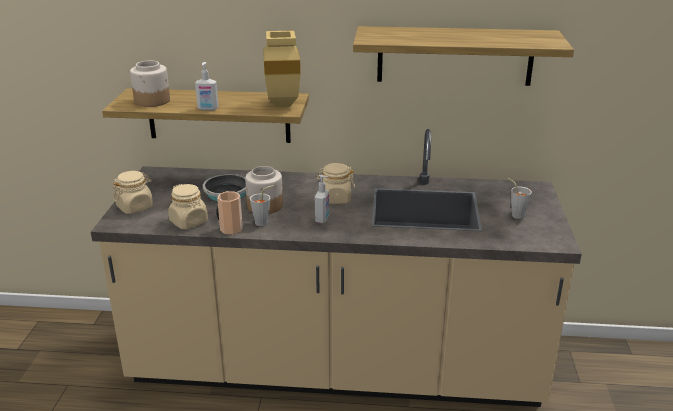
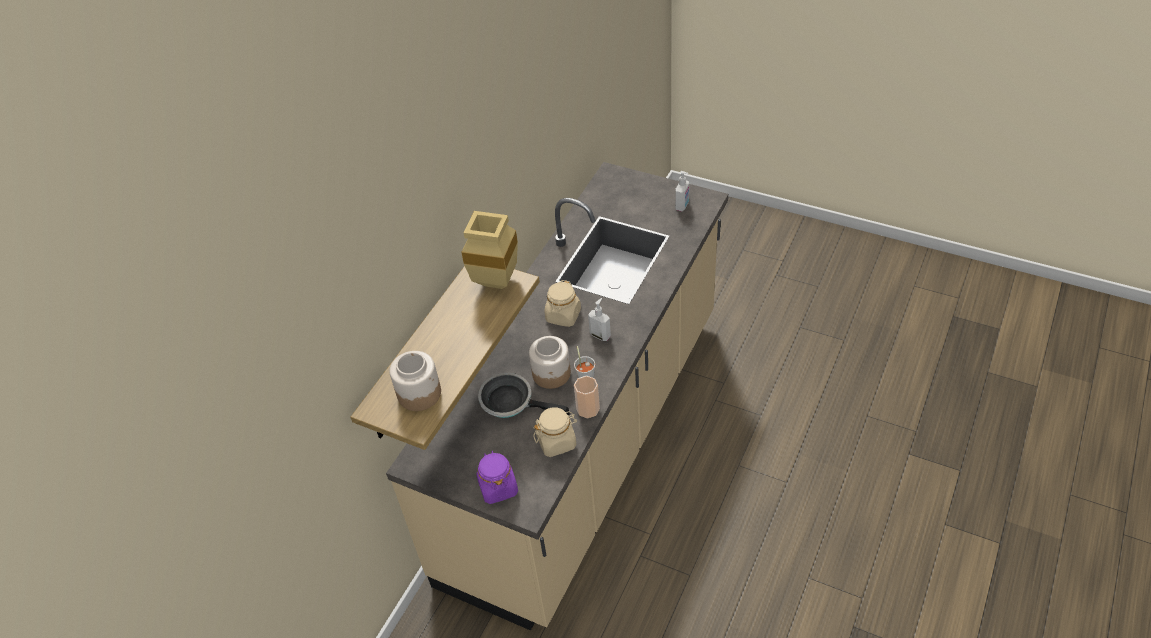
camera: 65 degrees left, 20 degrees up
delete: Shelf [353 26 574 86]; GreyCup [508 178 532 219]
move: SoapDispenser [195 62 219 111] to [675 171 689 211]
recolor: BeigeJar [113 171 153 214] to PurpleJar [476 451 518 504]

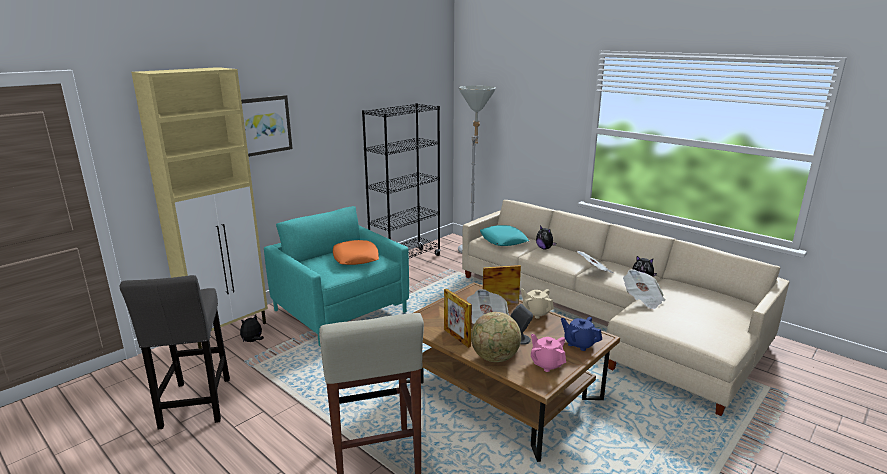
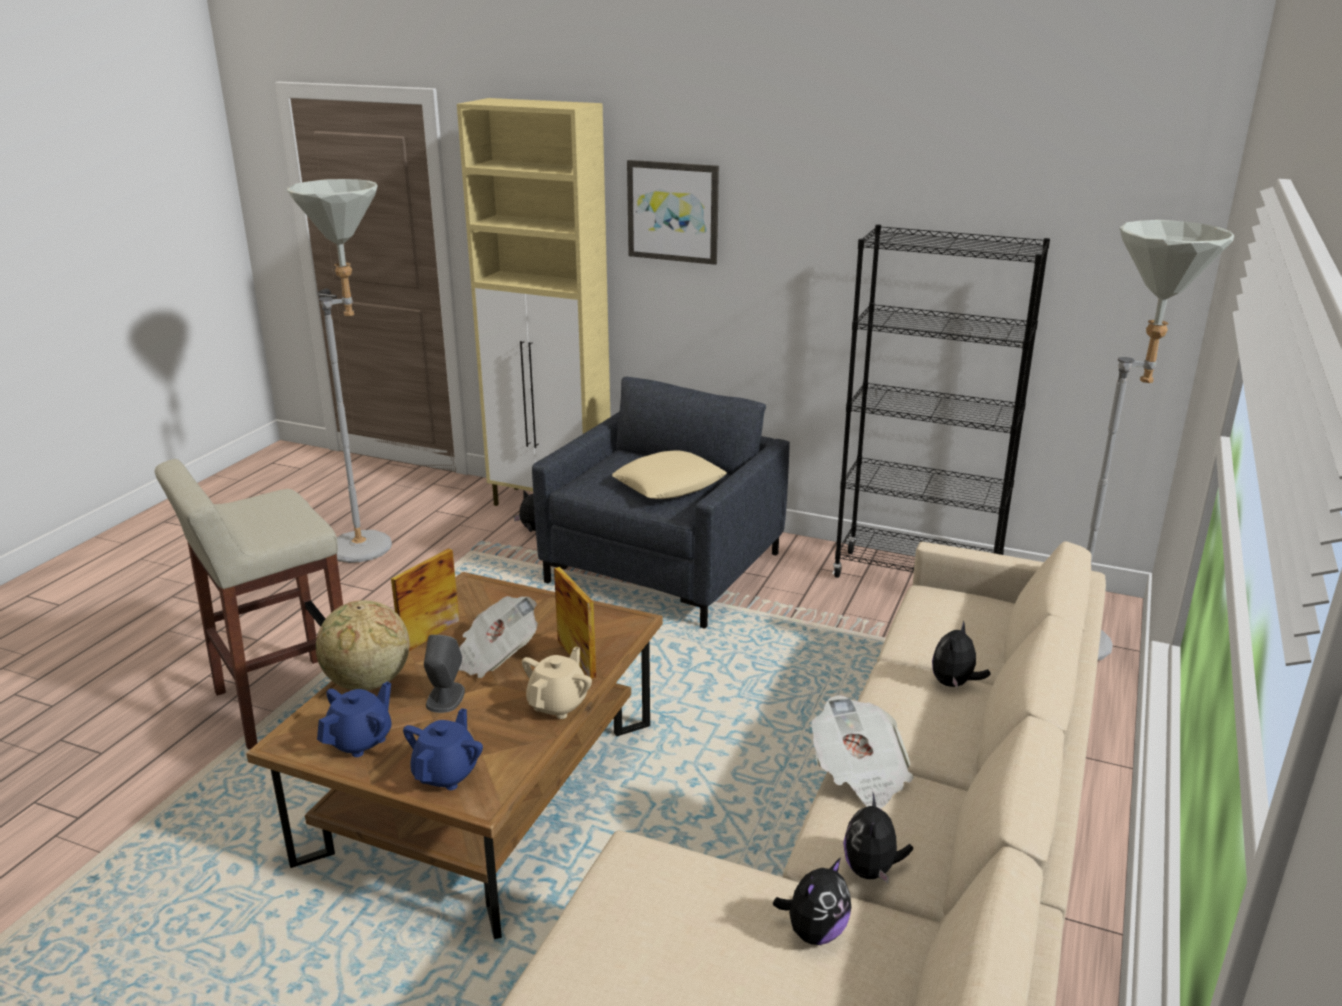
camera: 70 degrees right, 5 degrees up
delete: TurquoisePillow [480 225 529 246]; Newspaper [623 269 665 309]
insert: PlushToy [773 857 851 945]
replace: GreyStool [120 275 230 430] to GreyFloorLamp [287 179 392 563]
recolor: TurquoiseArmchair [264 206 409 346] to GreyArmchair [532 377 790 629]; OrangePillow [333 240 379 265] to BeigePillow [612 450 727 499]; PinkTeapot [531 334 566 372] to BlueTeapot [317 682 392 757]

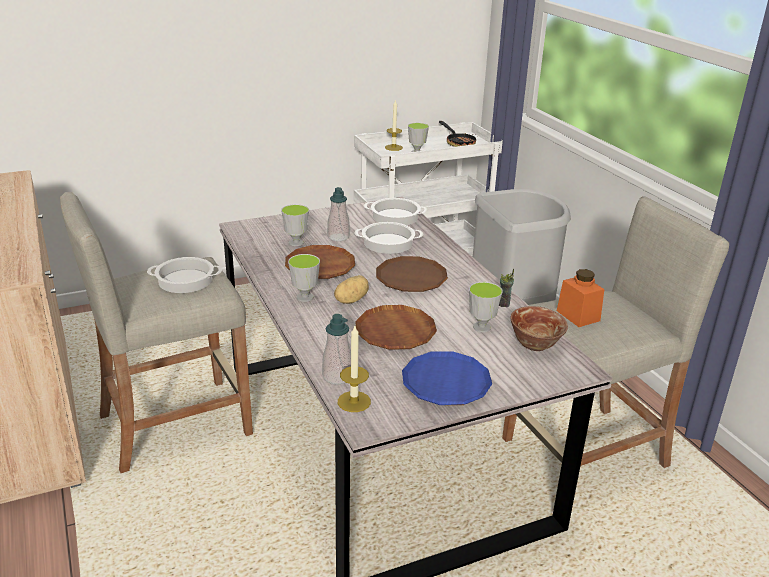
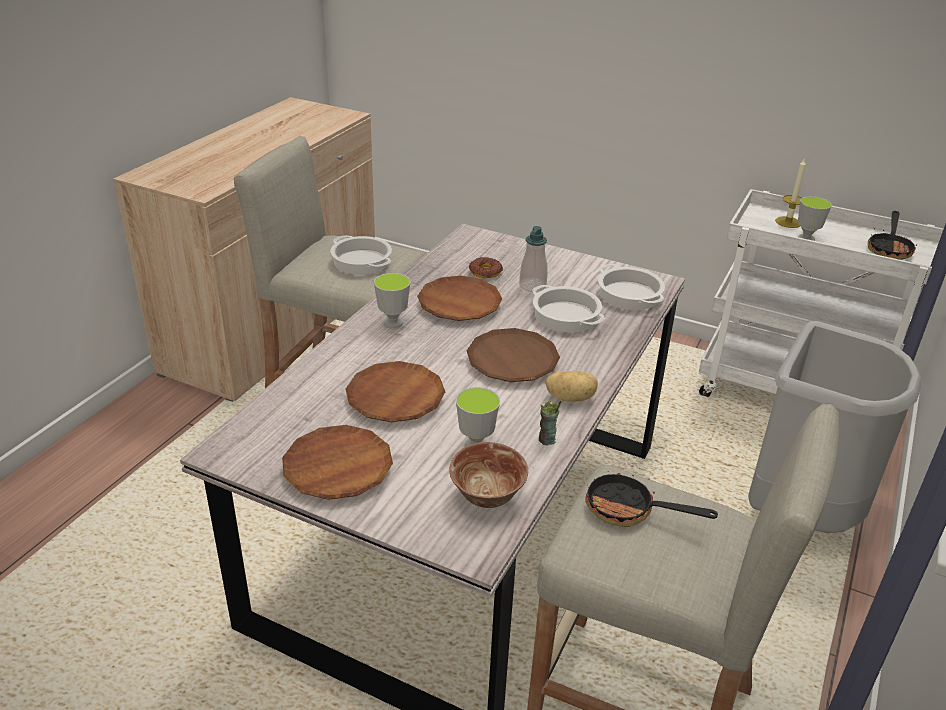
camera: 50 degrees right, 5 degrees up
delete: SoapDispenser [322 314 351 385]; Candle [338 326 371 412]
move: Potato [334 275 369 304] to [546 371 598 402]
replace: Cup [281 204 309 246] to Donut [469 257 503 278]; OrangeJar [557 269 604 327] to FryingPan [585 468 718 527]
recolor: BluePlate [402 351 492 405] to BrownPlate [282 425 393 500]

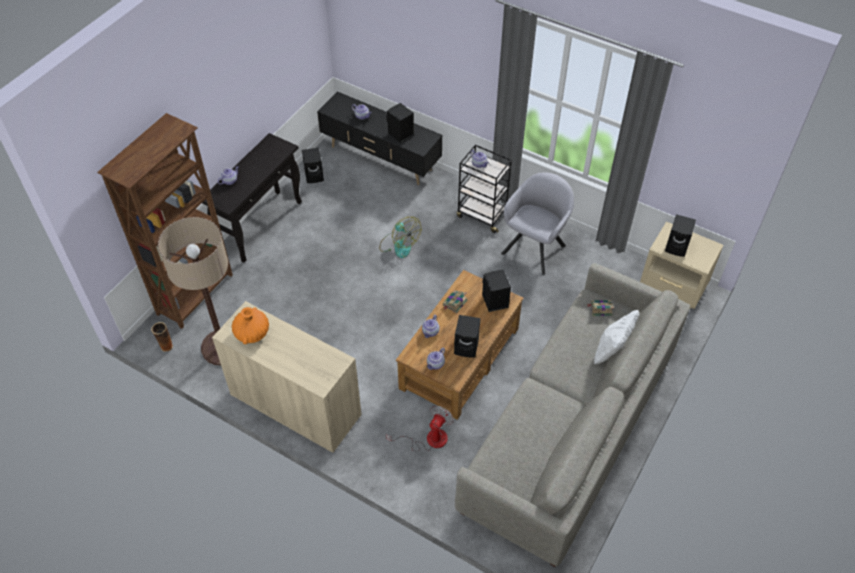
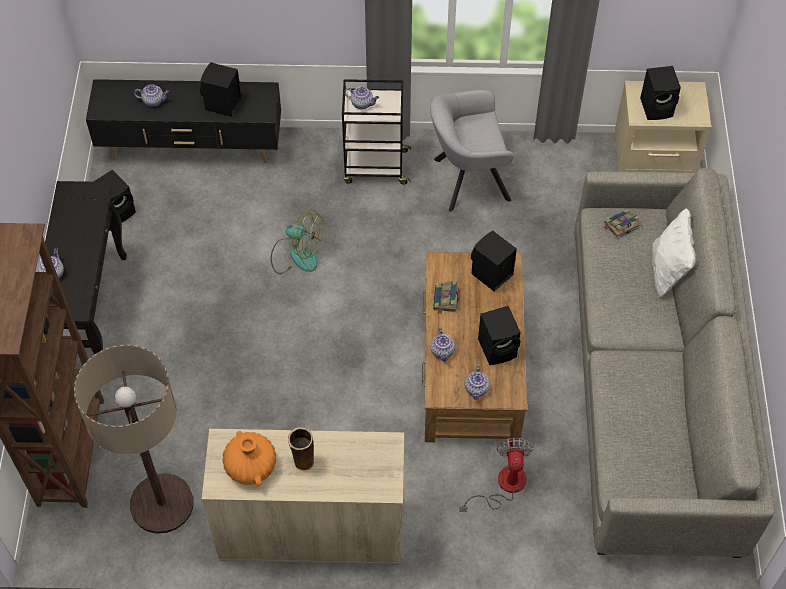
camera: 30 degrees left, 5 degrees up
move: Vase [151 322 173 352] to [288 427 314 471]
rotate: GreyArmchair [501 172 574 275] = [430 90 514 212] 105 degrees counterclockwise

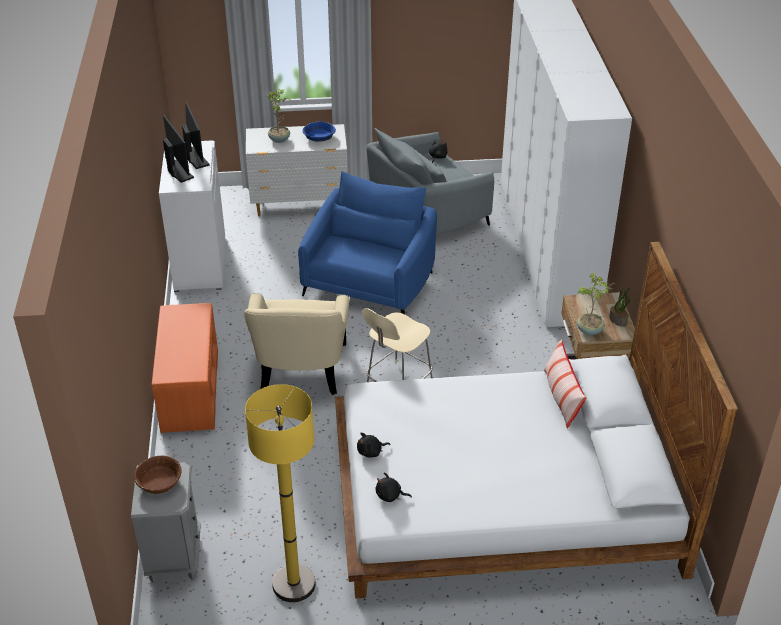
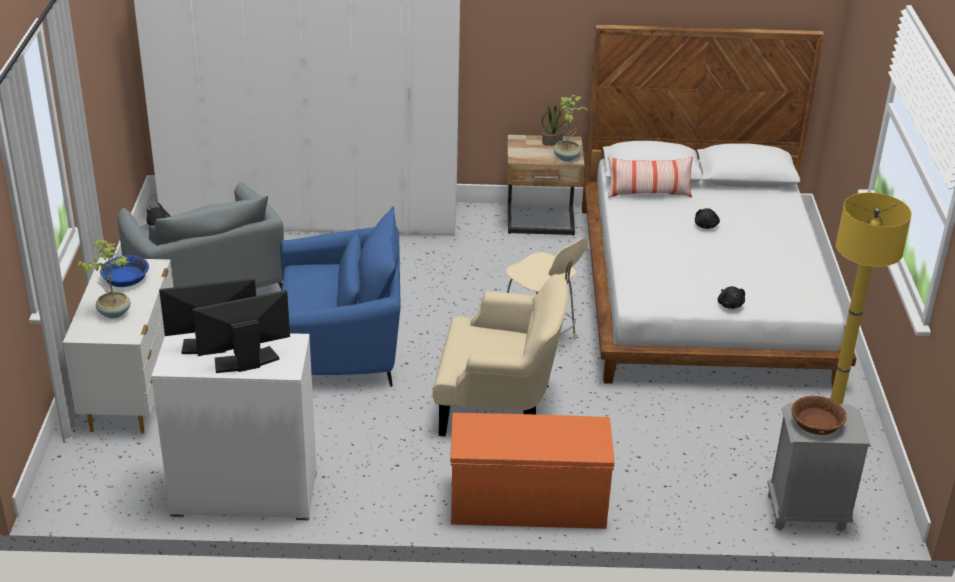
camera: 85 degrees left, 5 degrees down
move: BlackPlushToy [376 473 412 502] to [695 208 720 229]
rotate: BlueArmchair [298 171 437 314] = [280 207 401 387] 150 degrees clockwise

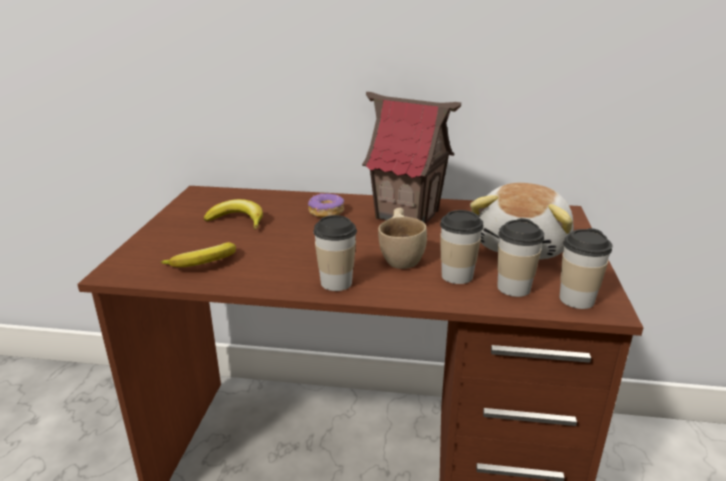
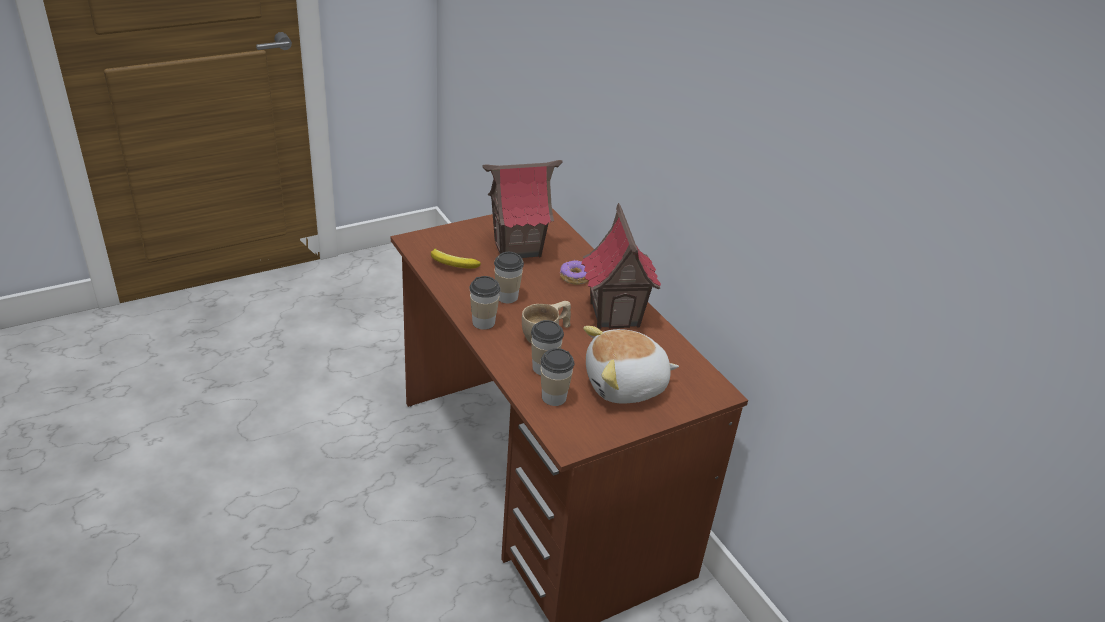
camera: 50 degrees right, 10 degrees up
move: Cup [559 228 612 309] to [494 252 524 303]
replace: Banana [204 199 263 229] to ToyHouse [482 160 562 258]

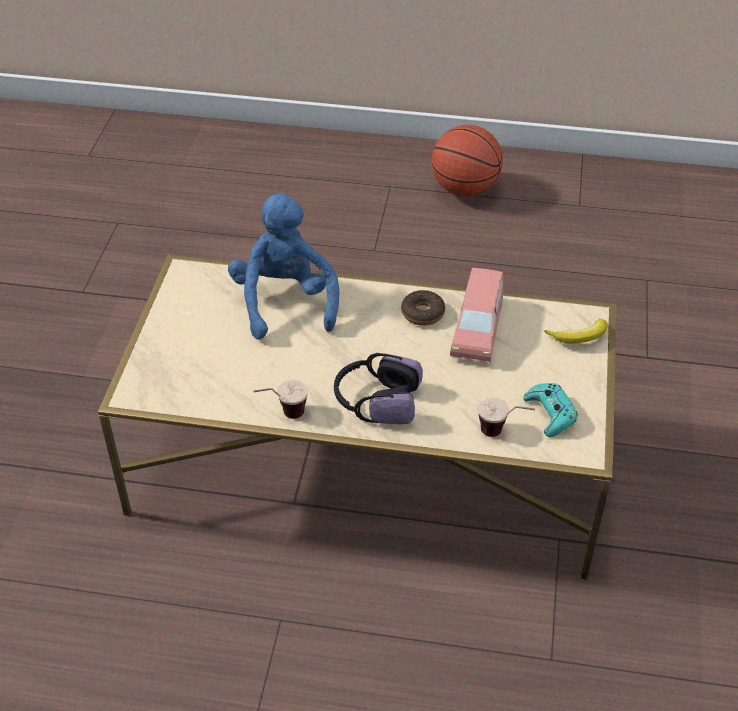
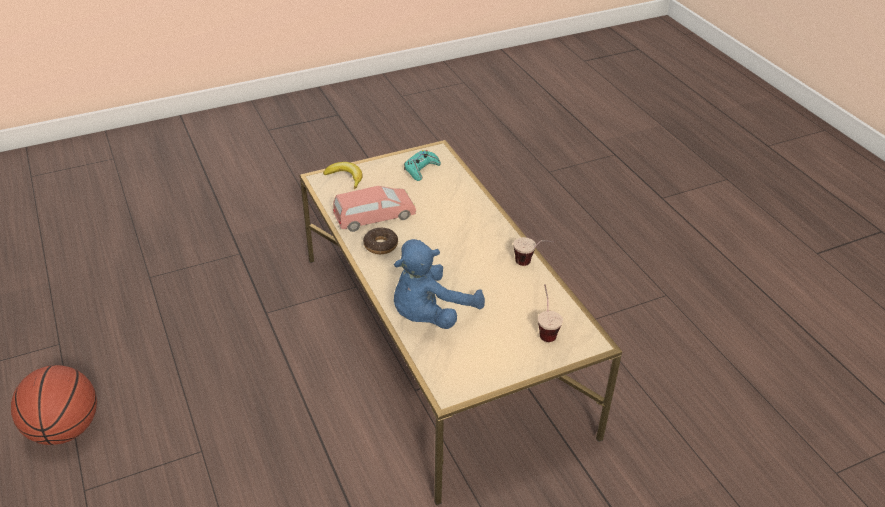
camera: 125 degrees left, 5 degrees down
delete: Headphones [334 353 423 424]
move: Cup [478 398 535 437] to [538 284 563 342]

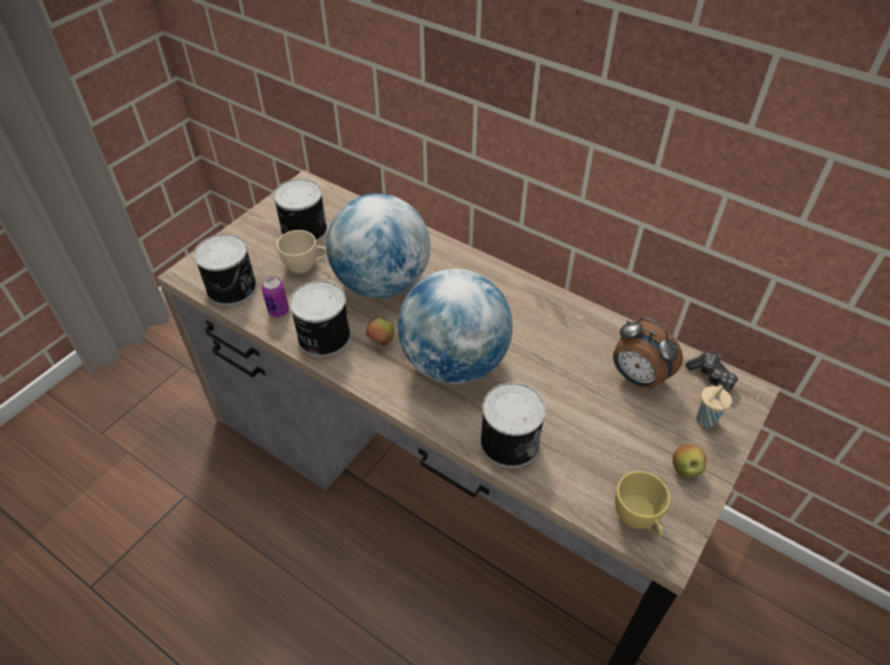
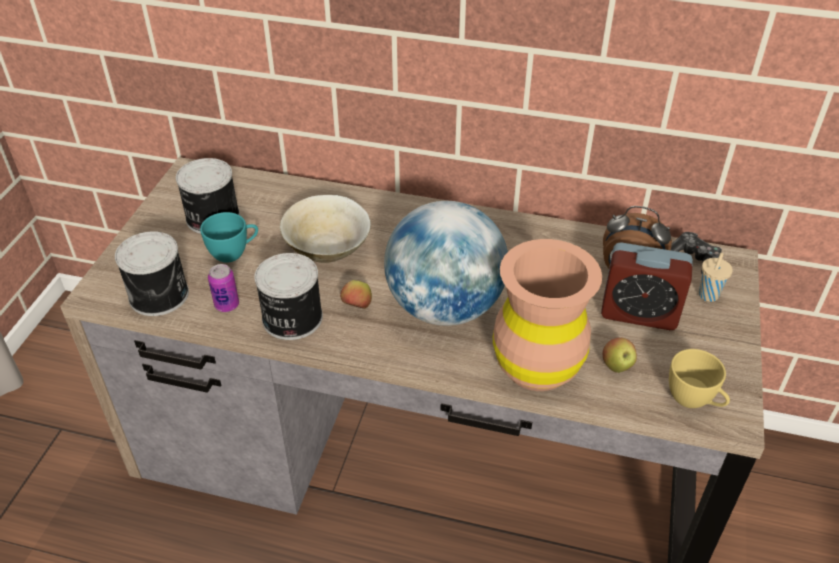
camera: 20 degrees left, 5 degrees down
insert: AlarmClock [601 242 693 330]
move: Apple [673 444 706 477] to [603 338 637 373]
replace: Globe [326 193 430 298] to BeigeBowl [280 195 371 263]; Can [480 383 546 468] to BrownVase [493 239 602 391]
recolor: BeigeCup [277 230 327 274] to TurquoiseCup [200 212 258 263]

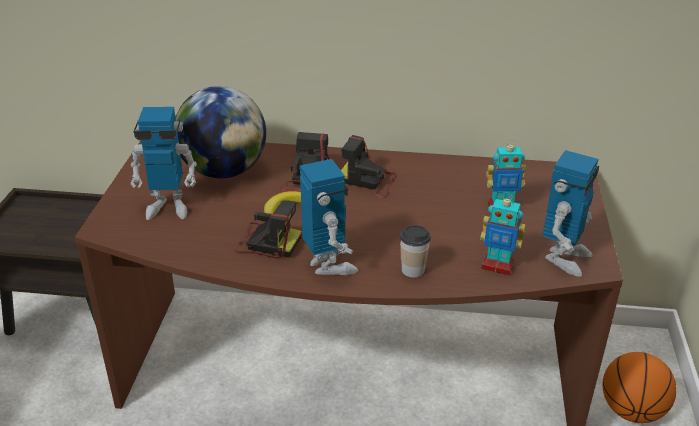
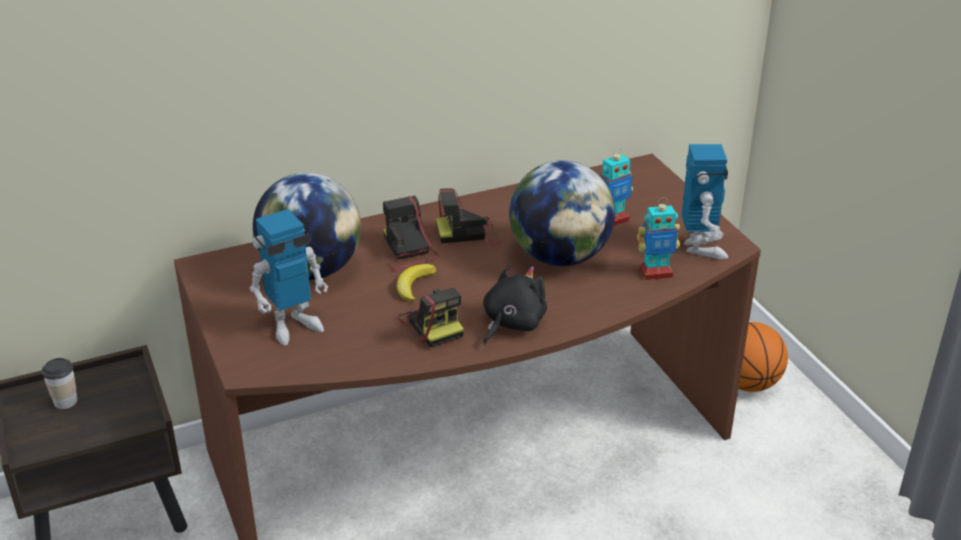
camera: 30 degrees left, 0 degrees up
insert: Globe [509 161 615 266]
move: Cup [400 225 431 277] to [42 358 77 409]
replace: ToyRobot [300 159 358 275] to BlackPlushToy [483 263 547 345]
rotate: PhotoCamera [234 200 302 258] = [398 288 464 347] 75 degrees clockwise

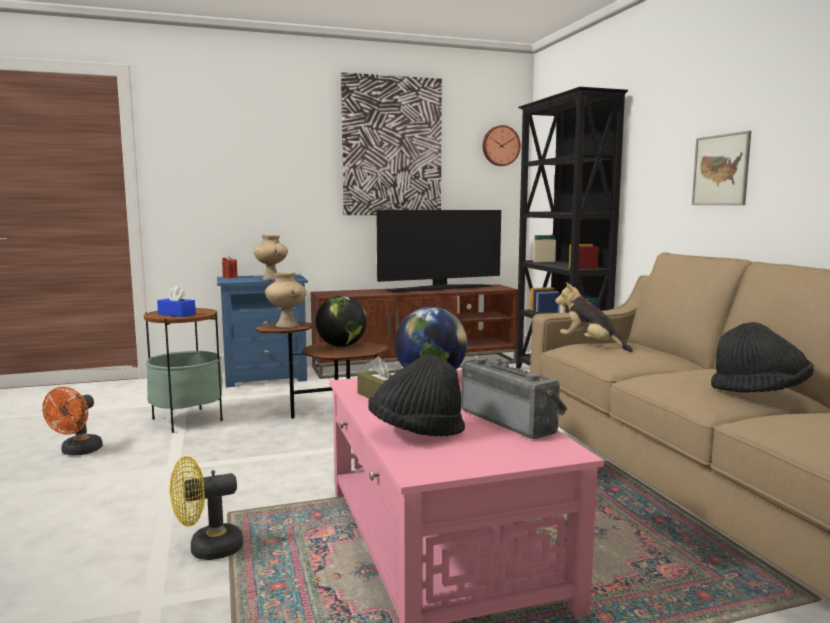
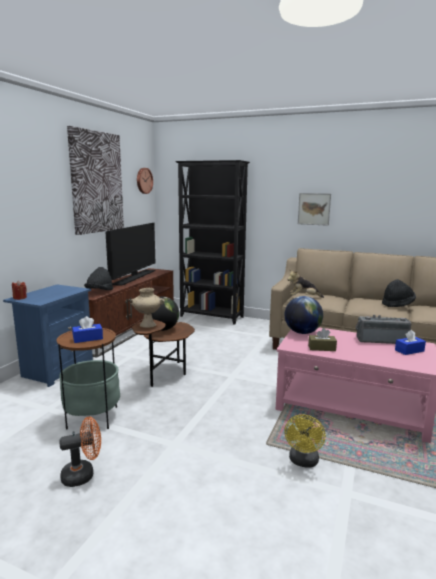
camera: 50 degrees left, 5 degrees up
delete: BeigeVase [254 235 288 280]
insert: BlueTissueBox [395 330 426 355]
move: BlackHat [368 354 465 436] to [84 267 113 290]
rotate: OrangeFan [42 387 103 455] = [59 416 101 487] 75 degrees counterclockwise

